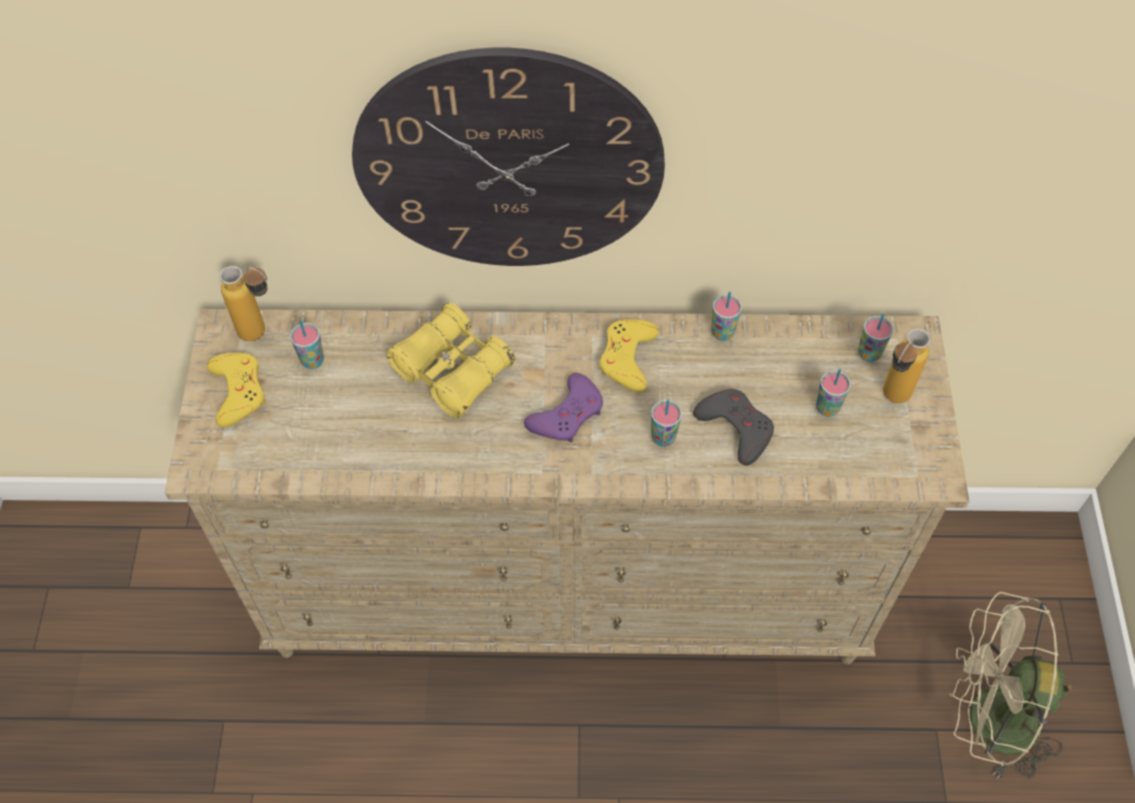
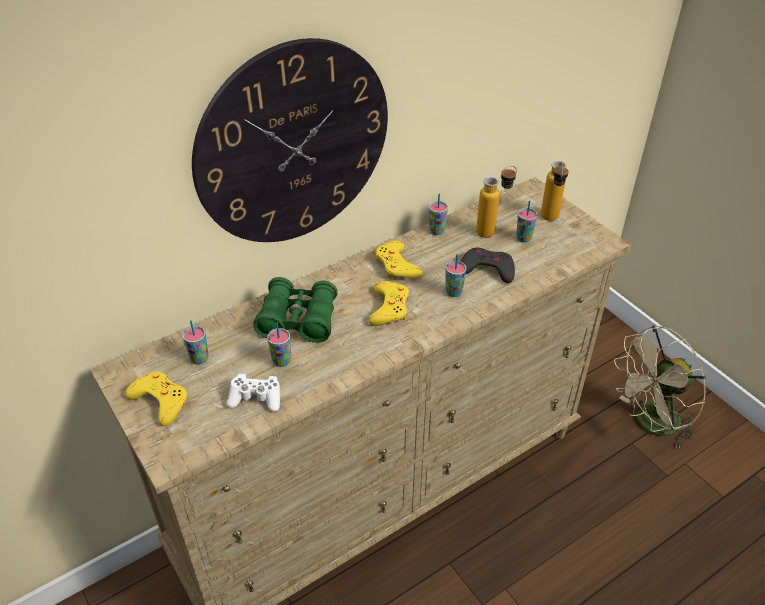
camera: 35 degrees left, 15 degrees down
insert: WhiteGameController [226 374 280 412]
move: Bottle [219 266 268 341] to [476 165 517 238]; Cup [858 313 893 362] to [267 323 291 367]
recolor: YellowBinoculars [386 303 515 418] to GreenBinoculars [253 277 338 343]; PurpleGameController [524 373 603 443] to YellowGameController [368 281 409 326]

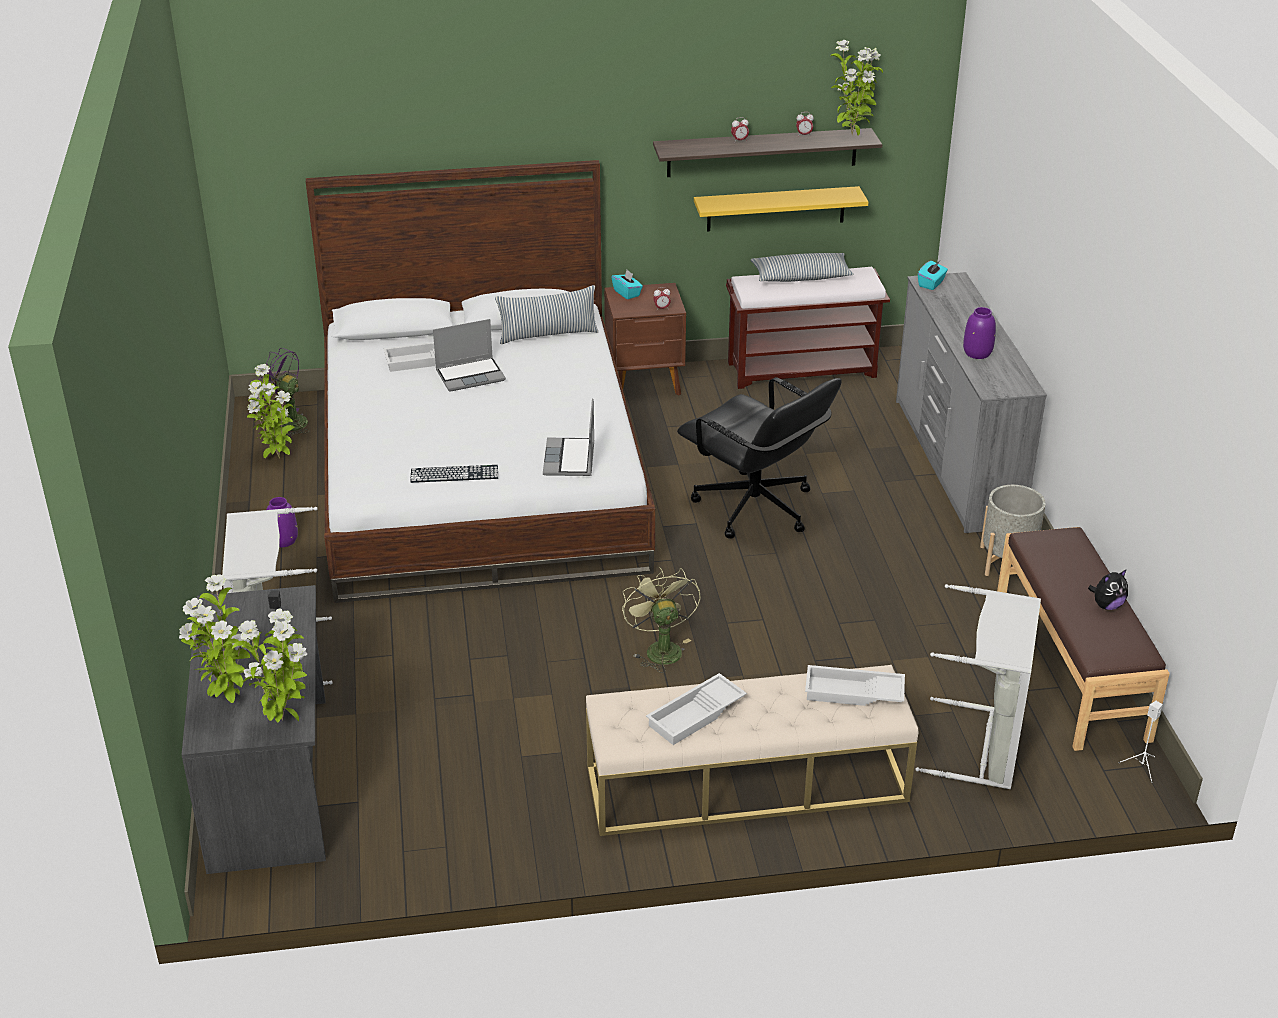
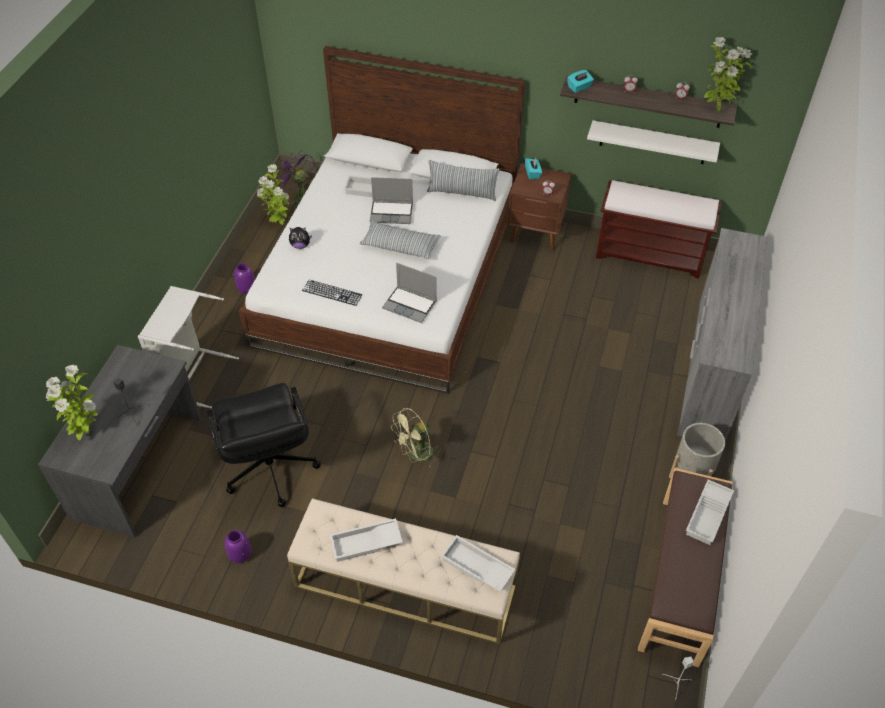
camera: 25 degrees right, 15 degrees up
delete: PottedPlant [232 608 307 722]; GreyLaundryBasket [916 584 1041 789]
insert: WhiteTray [686 480 734 545]
move: BlackOfficeChair [677 377 842 539] to [207 383 321 507]; Pillow [751 253 854 282] to [359 221 441 260]; TurquoiseTissueBox [918 261 948 290] to [567 70 594 93]; PurpleVase [963 307 996 359] to [225 530 252 563]; PlushToy [1088 569 1128 610] to [289 227 312 249]
recolor: YellowShelf [694 186 869 232] to WhiteShelf [587 120 720 164]
rotate: Laptop [543 398 594 476] = [382 263 437 323] 90 degrees counterclockwise; GreenFan [622 567 701 673] = [391 407 441 466] 135 degrees counterclockwise

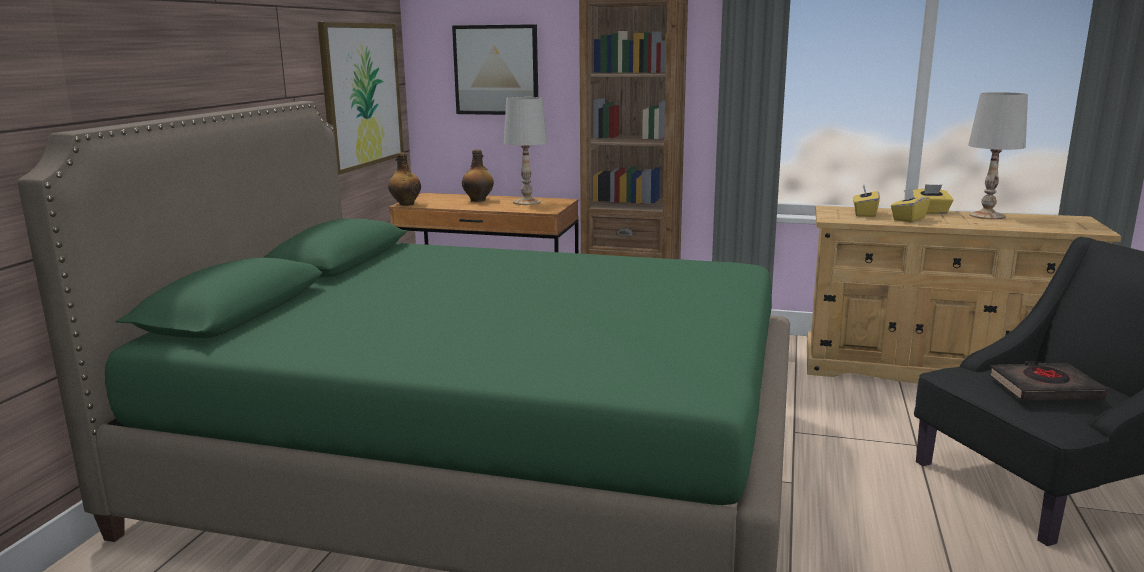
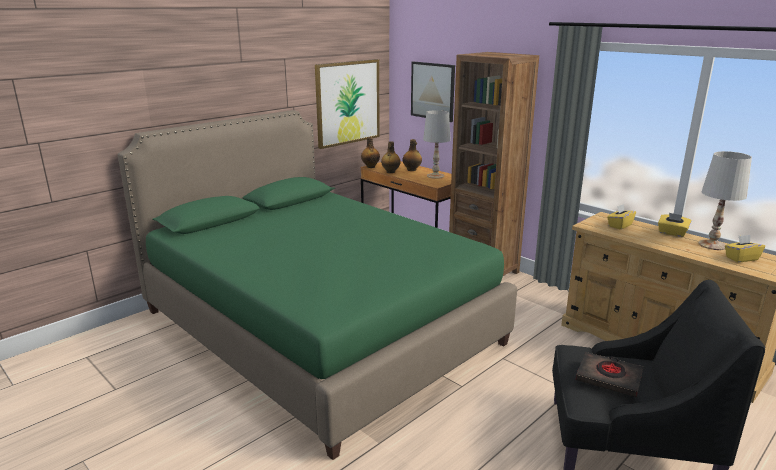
camera: 30 degrees right, 5 degrees up
insert: Bottle [381 141 401 173]
move: YellowTissueBox [891 188 930 222] to [725 235 765 263]

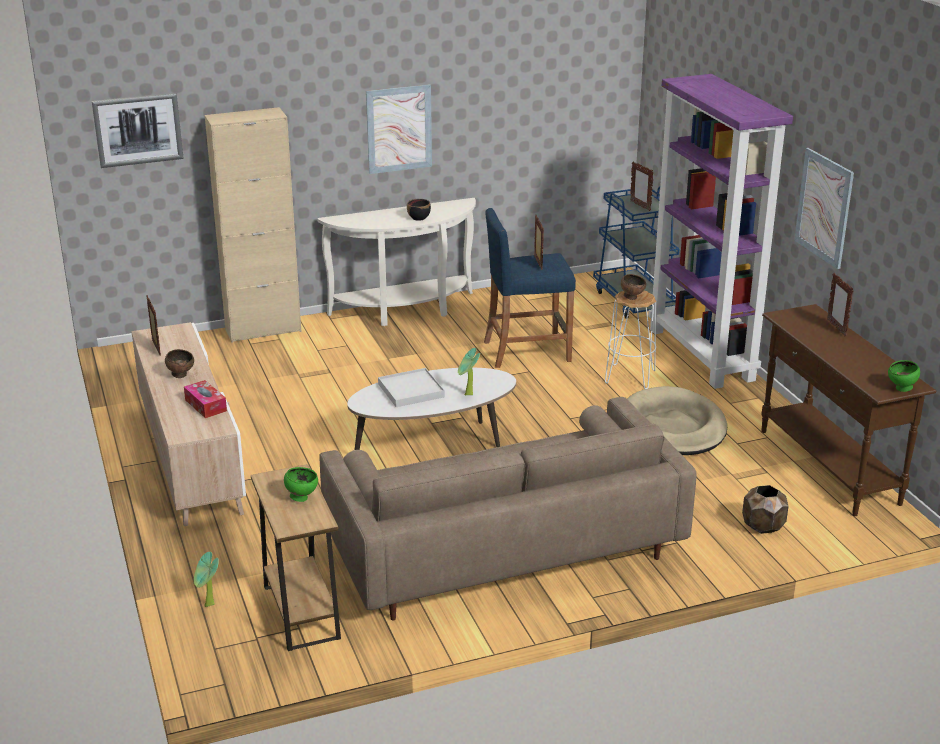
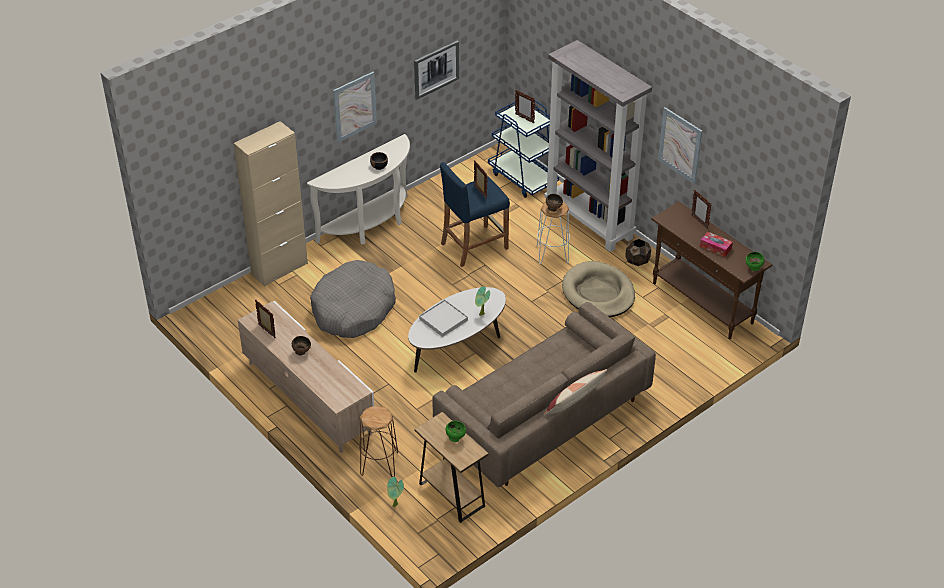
camera: 20 degrees left, 15 degrees up
insert: GreyDogBed [310 260 396 338]; BrownStool [359 406 398 477]; Pillow [544 369 607 416]
move: Picture [92 93 184 168] to [414 40 459 99]; TissueBox [184 380 227 418] to [700 232 733 257]; BrownPlanter [742 485 789 534] to [625 239 651 266]
recolor: PurpleBookcase [648 74 793 389] to GreyBookcase [544 40 652 252]

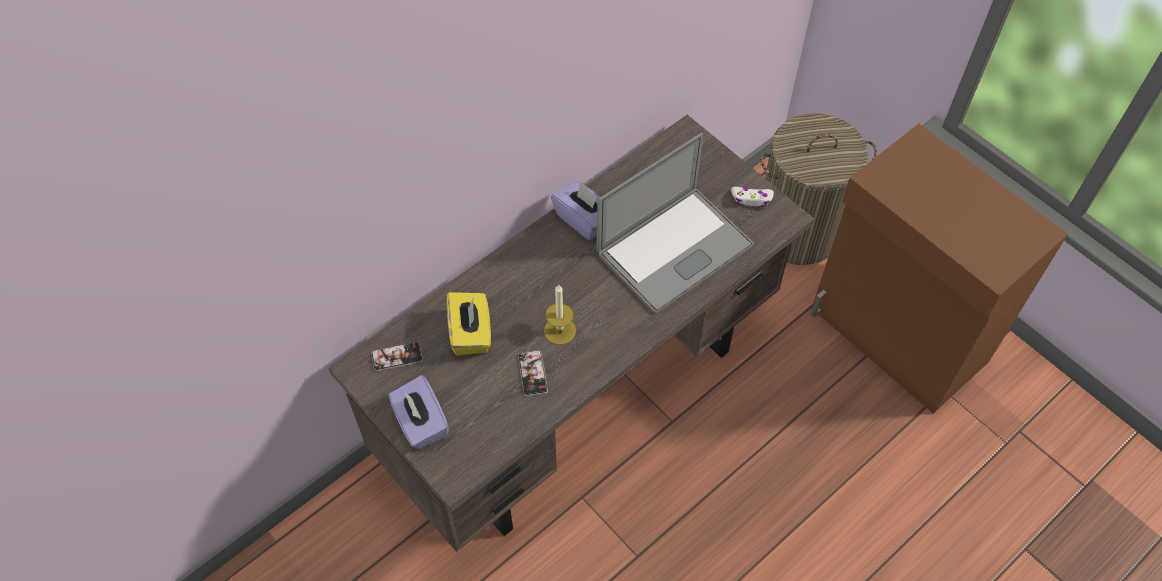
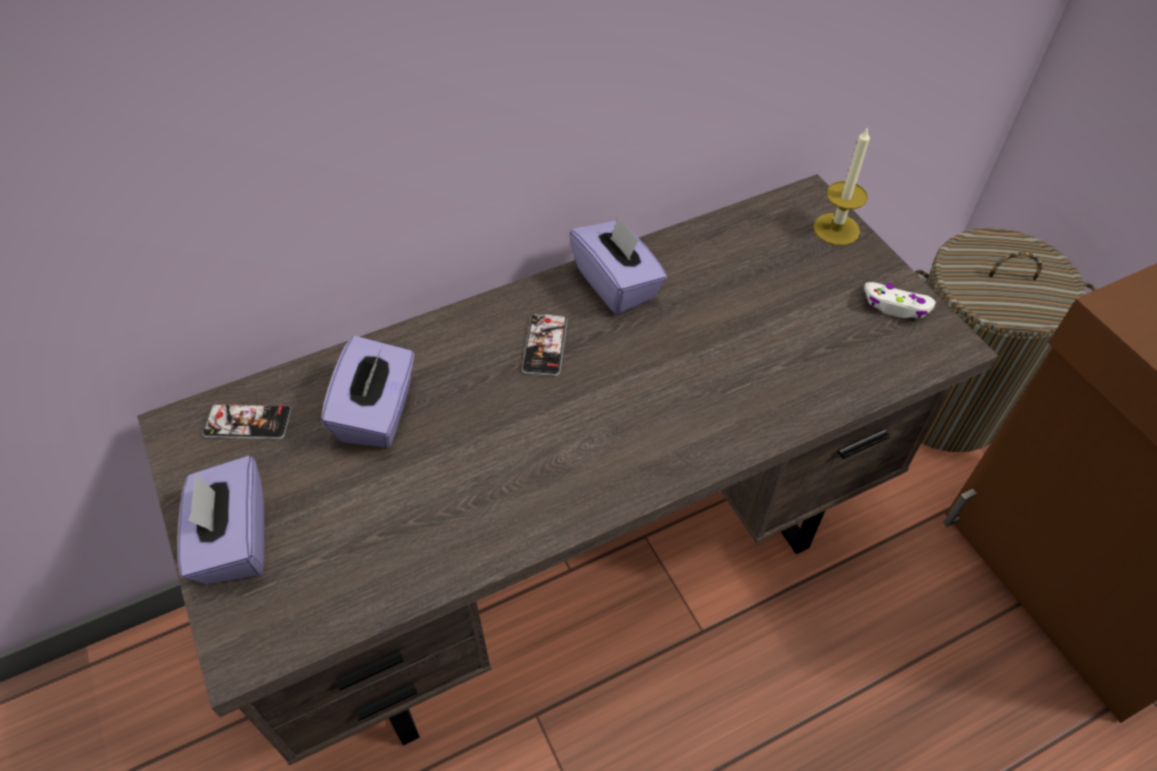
camera: 15 degrees right, 5 degrees down
delete: Laptop [597 133 754 314]
move: Phone [518 350 548 396] to [522 314 567 376]; Candle [544 284 576 345] to [813 126 870 245]
recolor: YellowTissueBox [447 292 491 356] to PurpleTissueBox [321 336 415 448]

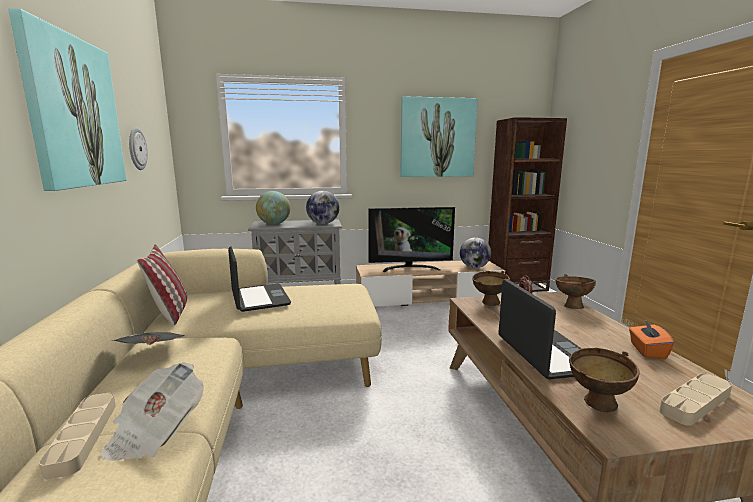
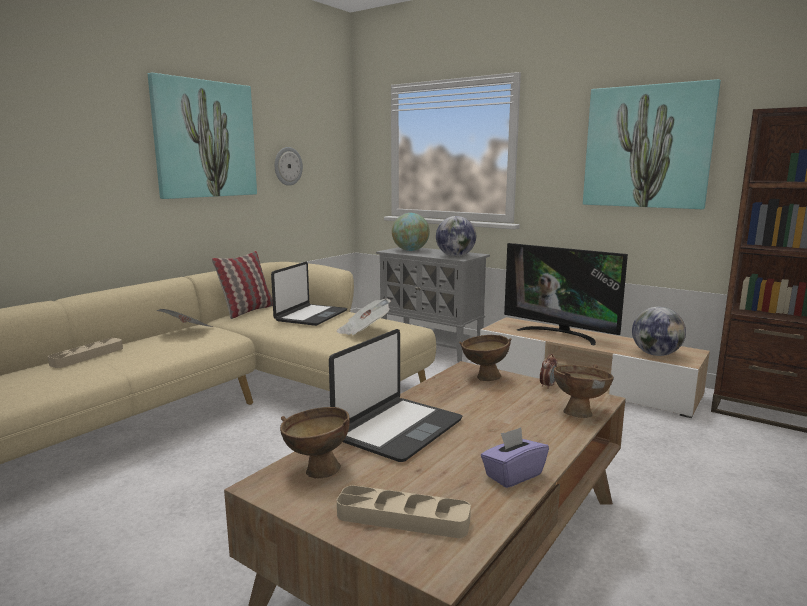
camera: 45 degrees right, 0 degrees up
move: Newspaper [100 362 204 461] to [337 299 391 335]
recolor: OrangeTissueBox [629 320 674 359] to PurpleTissueBox [481 427 549 488]

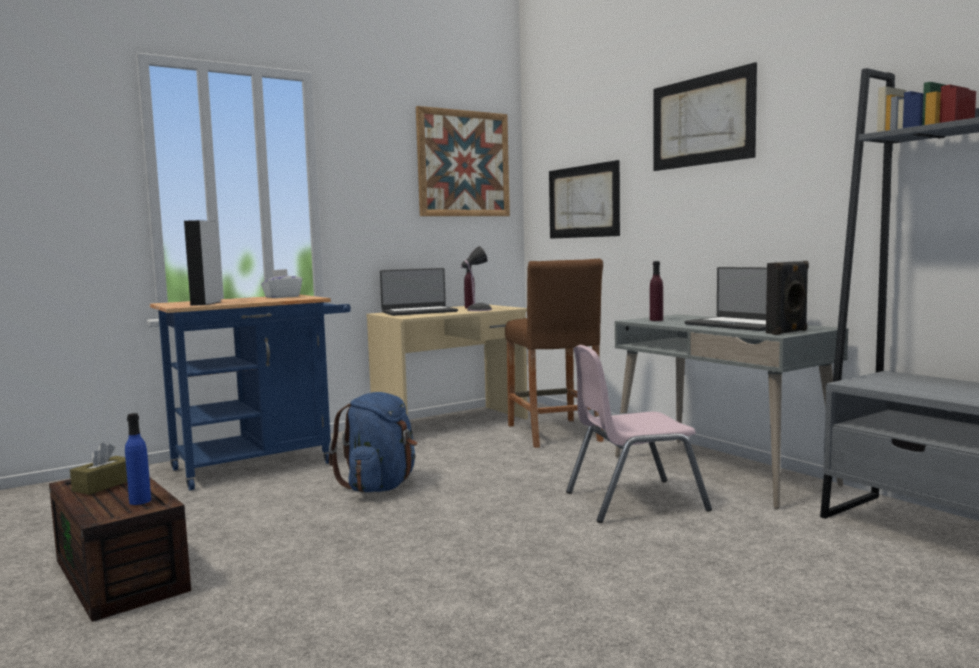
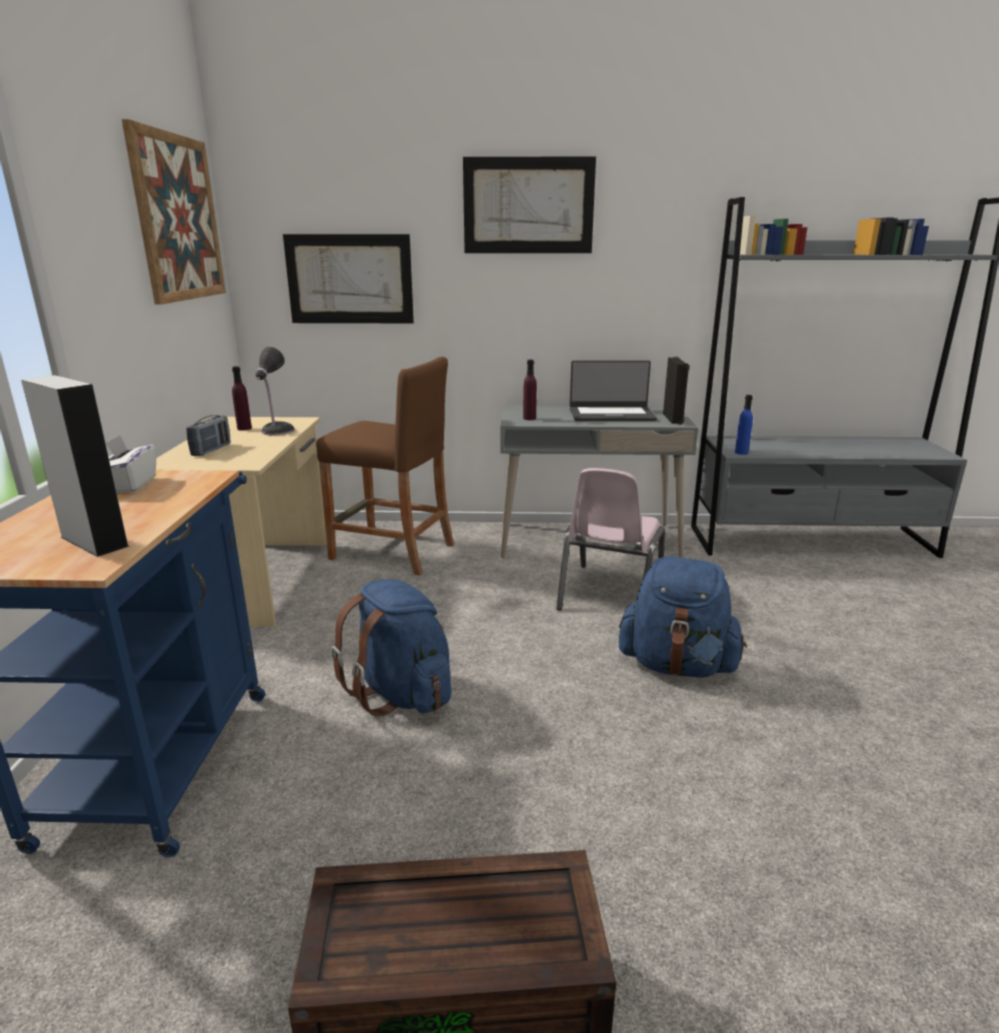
camera: 55 degrees left, 15 degrees up
delete: BrownTissueBox [70 443 127 495]
insert: BlueBackpack [619 556 747 678]
move: BlueBottle [125 413 151 505] to [735 395 753 455]
replace: Laptop [380 268 458 316] to Radio [186 415 231 456]

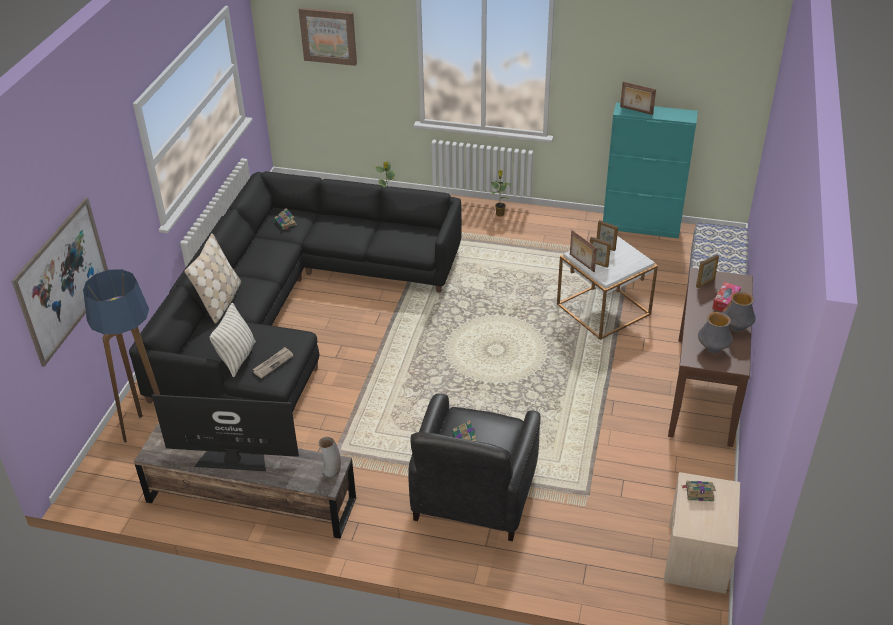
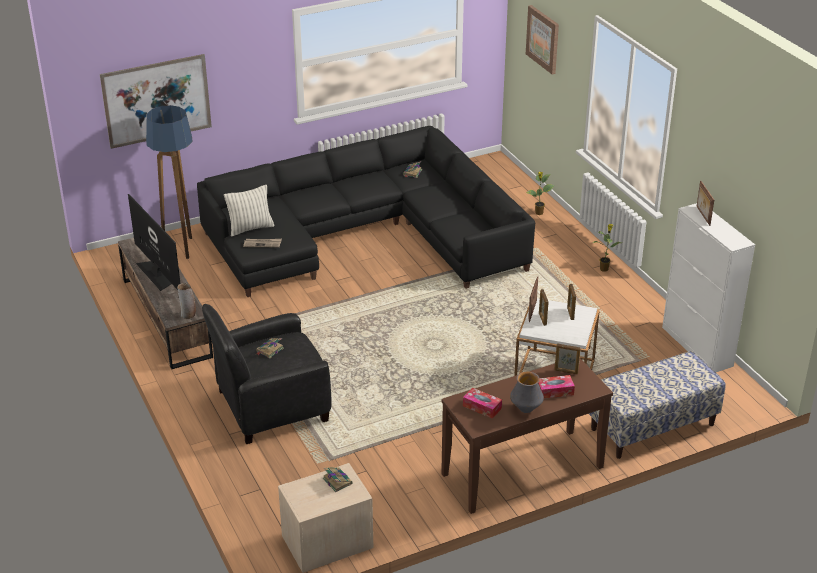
camera: 50 degrees right, 5 degrees down
delete: BeigePillow [184 233 241 324]
replace: Vase [698 312 732 353] to TissueBox [463 388 502 419]
recolor: TurquoiseCabinet [603 103 698 239] to WhiteCabinet [662 203 755 372]

